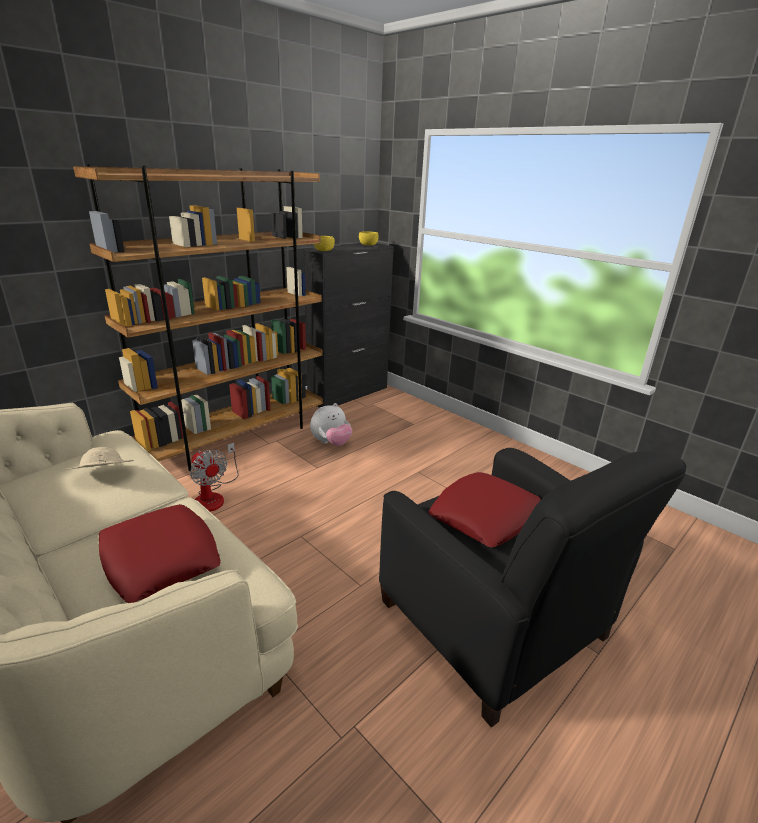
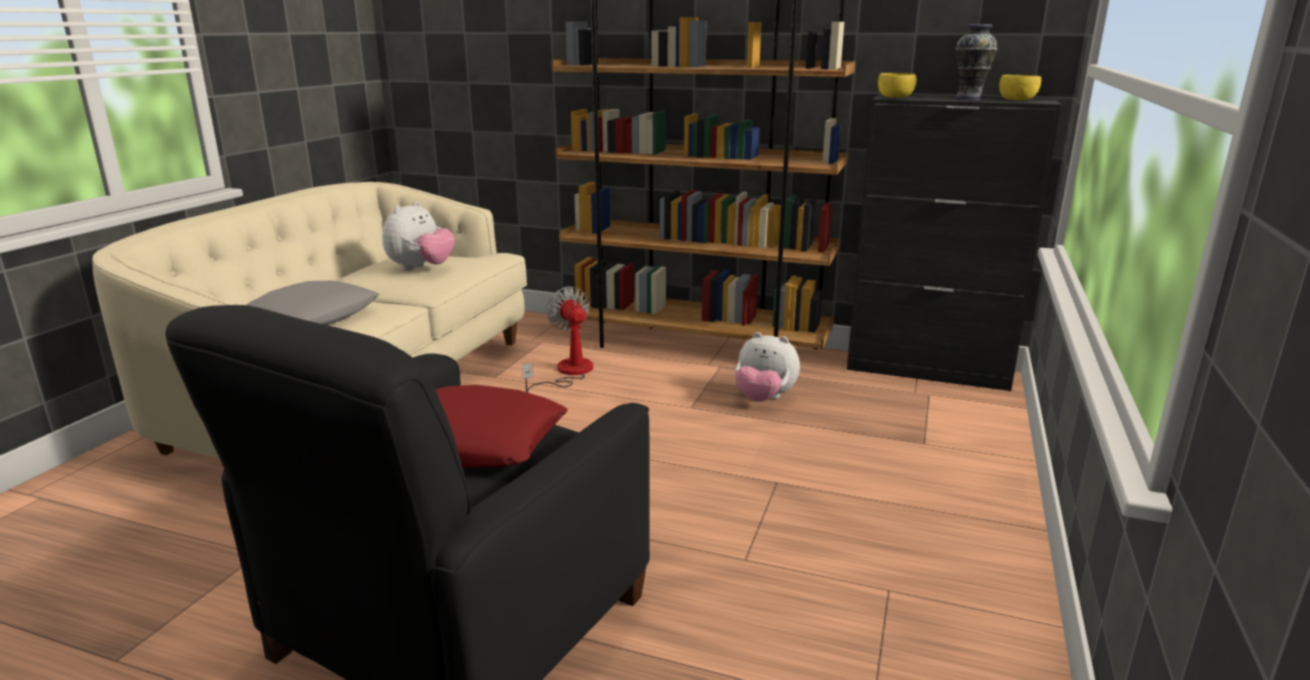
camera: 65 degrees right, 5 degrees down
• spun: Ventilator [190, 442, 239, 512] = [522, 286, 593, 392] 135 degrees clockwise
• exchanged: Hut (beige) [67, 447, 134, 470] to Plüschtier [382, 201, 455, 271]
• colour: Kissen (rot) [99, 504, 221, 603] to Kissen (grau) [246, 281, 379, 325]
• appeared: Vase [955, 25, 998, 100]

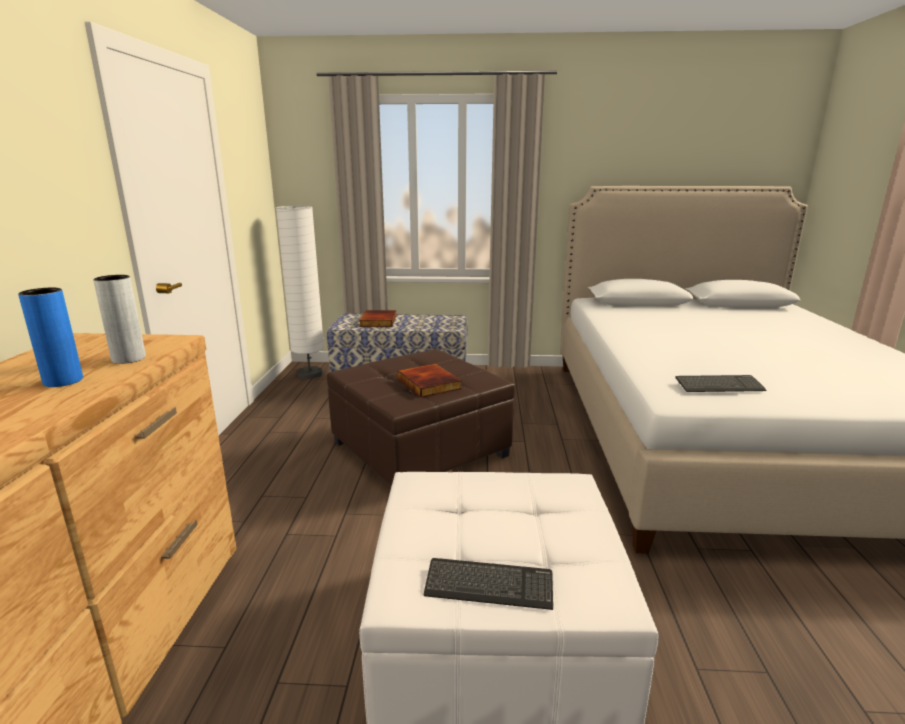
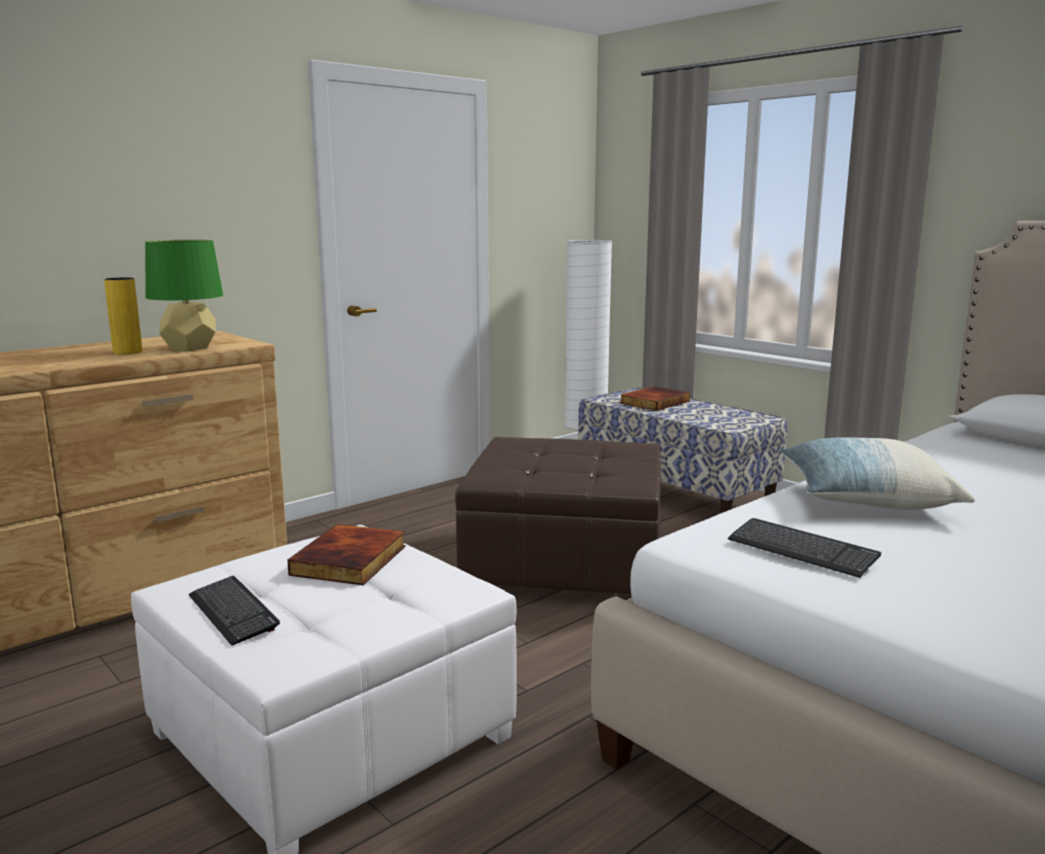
camera: 45 degrees right, 5 degrees down
• exchanged: Vase (grau) [93, 275, 146, 364] to Tischlampe (grün) [145, 240, 223, 351]
• colour: Vase (blau) [18, 288, 83, 387] to Vase (gelb) [104, 277, 142, 354]
• relocated: Buch [398, 364, 462, 398] to [287, 524, 406, 585]
• appeared: Kissen [780, 437, 975, 510]

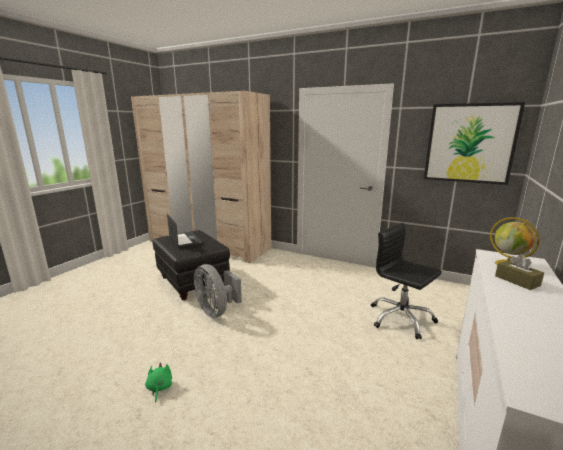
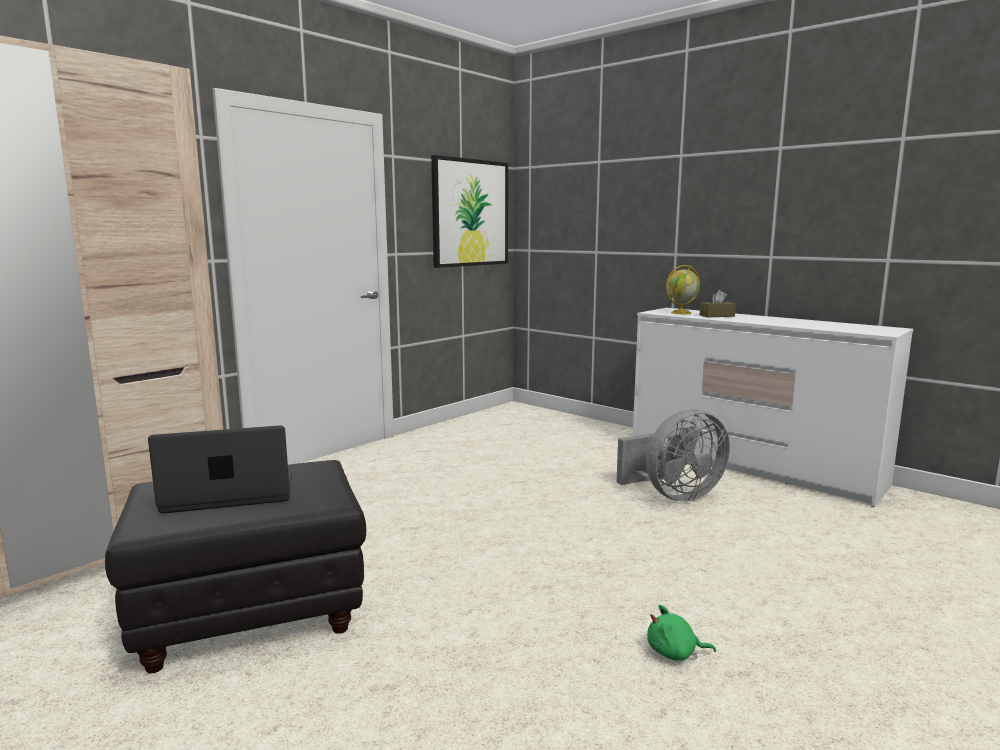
camera: 75 degrees left, 5 degrees down
• missing: Bürostuhl (schwarz) [371, 223, 442, 339]
• relocated: Ventilator (grau) [194, 264, 242, 318] to [616, 409, 730, 502]

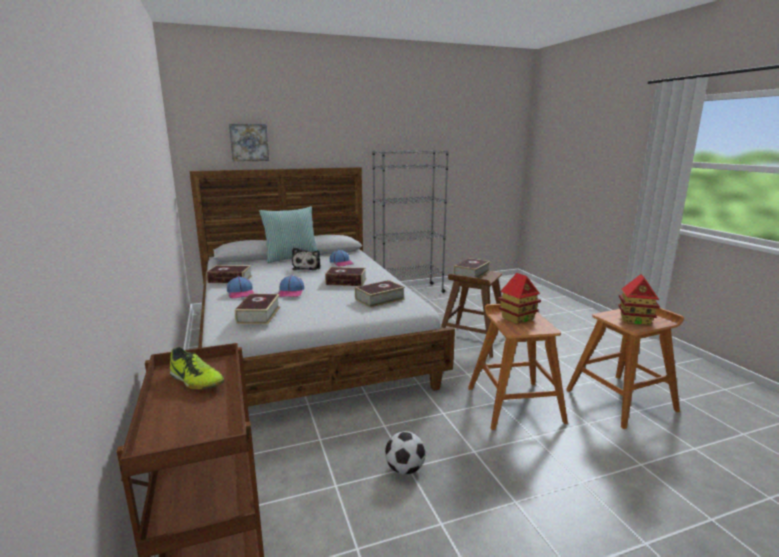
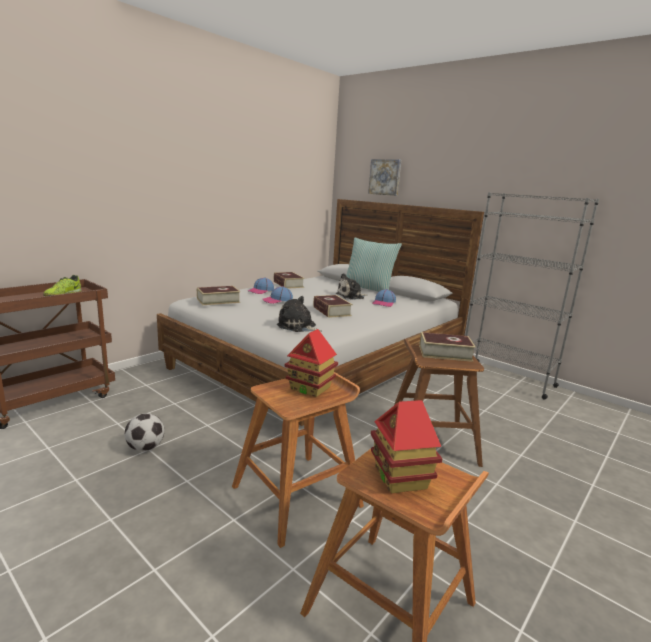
camera: 60 degrees right, 0 degrees up
• exchanged: Buch [355, 280, 405, 308] to Plüschtier [277, 296, 322, 332]

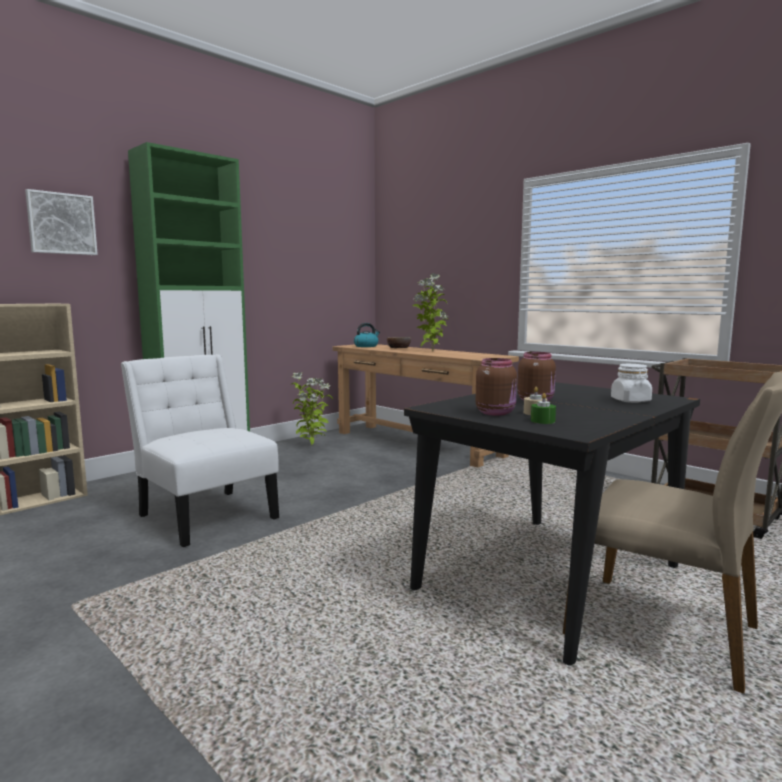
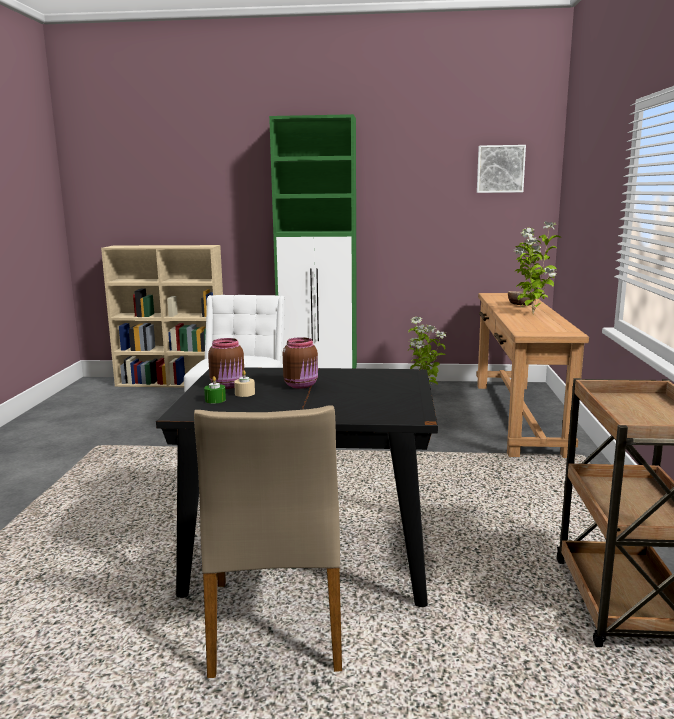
camera: 50 degrees right, 5 degrees up
• relocated: Bild [25, 189, 98, 255] to [477, 145, 526, 193]
• missing: Wasserkessel [354, 323, 380, 347]
• missing: Vorratsglas (weiß) [611, 364, 652, 403]

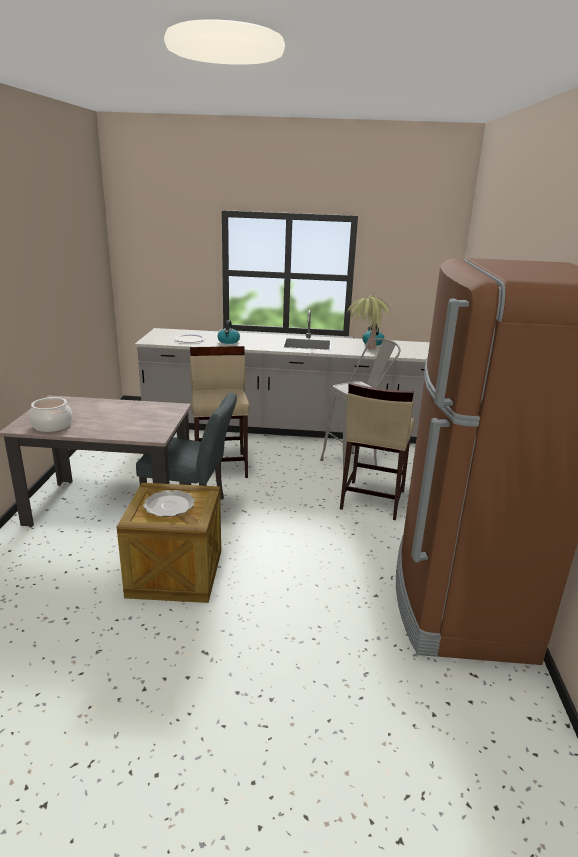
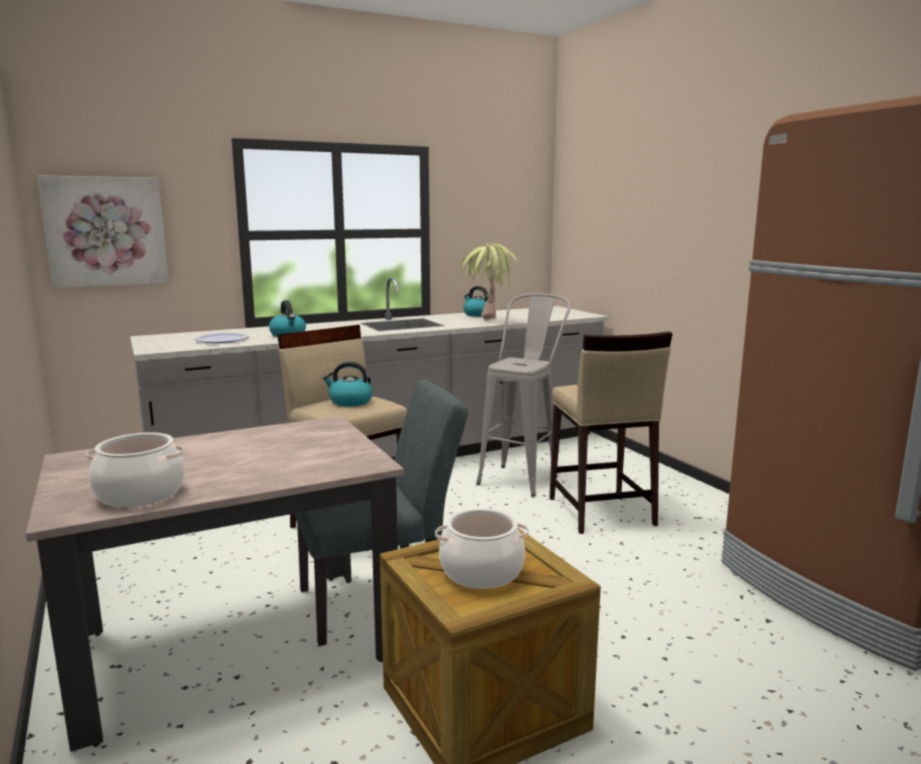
camera: 30 degrees left, 10 degrees down
• exchanged: Teller [143, 490, 195, 517] to Kochtopf [435, 508, 529, 589]
• appeared: Bild [37, 175, 169, 288]
• appeared: Wasserkessel [323, 361, 373, 406]

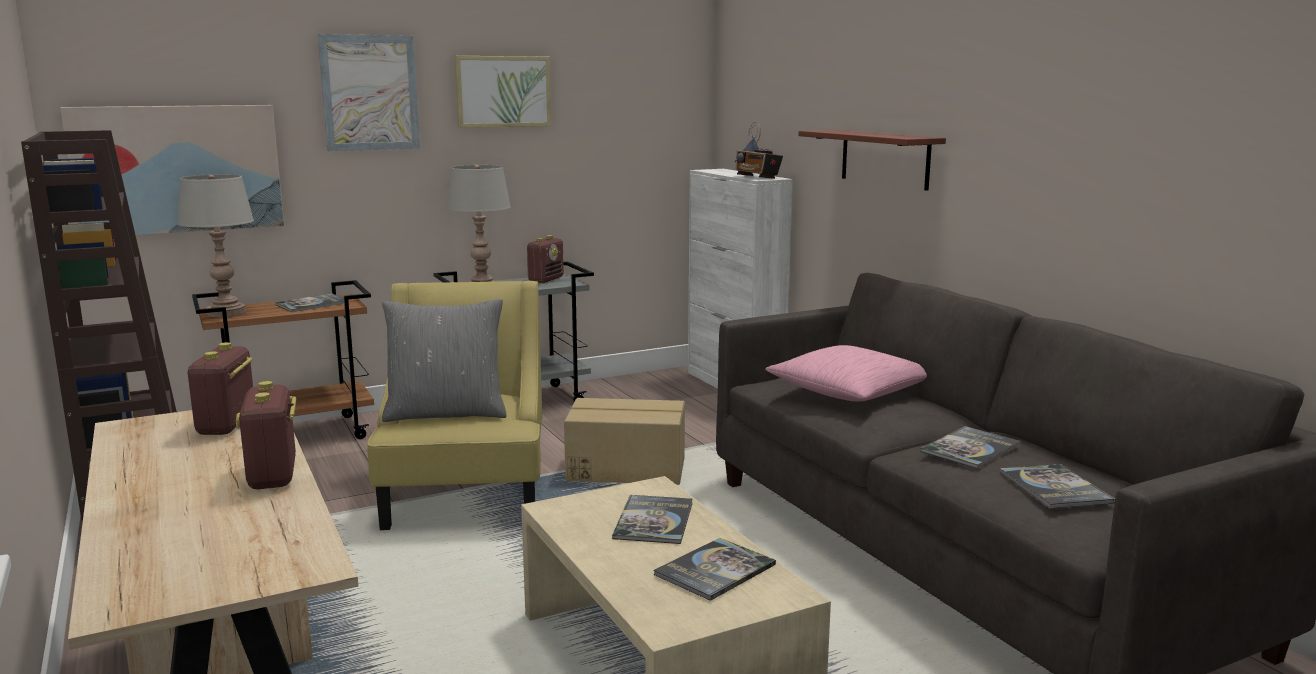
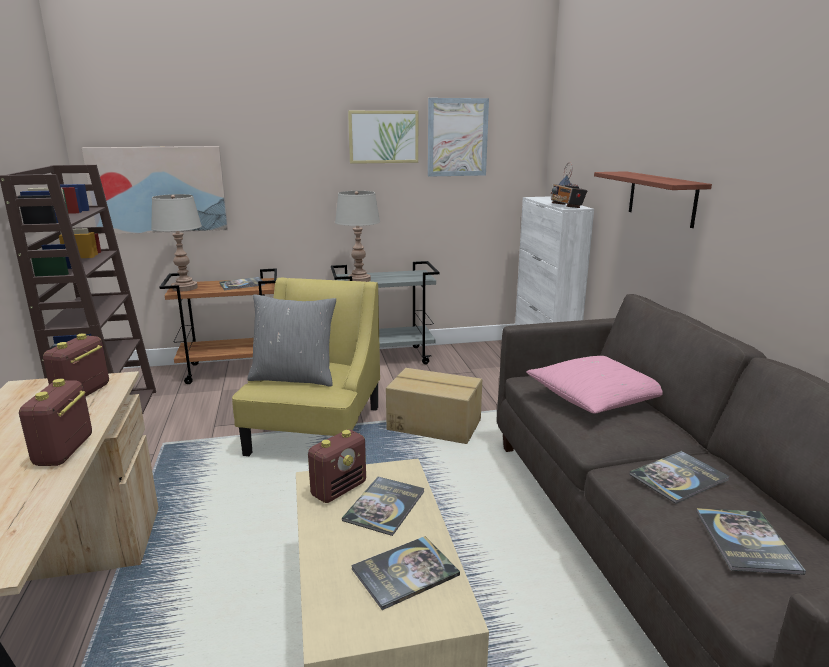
camera: 15 degrees right, 5 degrees up
• relocated: Bild [318, 34, 420, 151] to [428, 98, 489, 177]
• relocated: Radio [527, 235, 564, 283] to [308, 429, 366, 503]

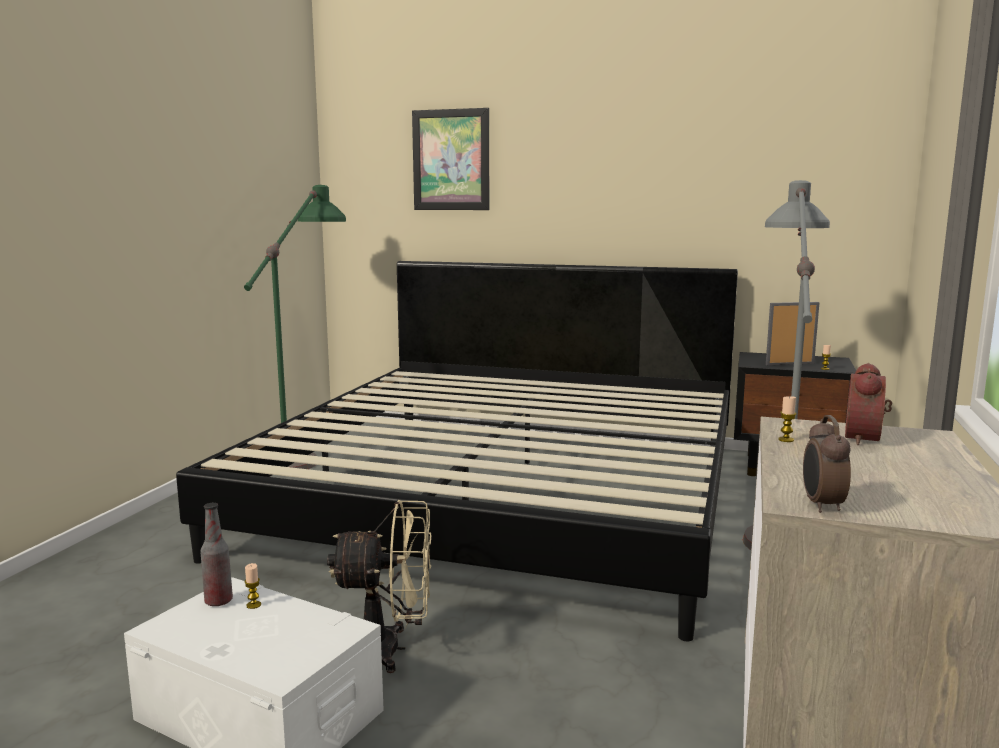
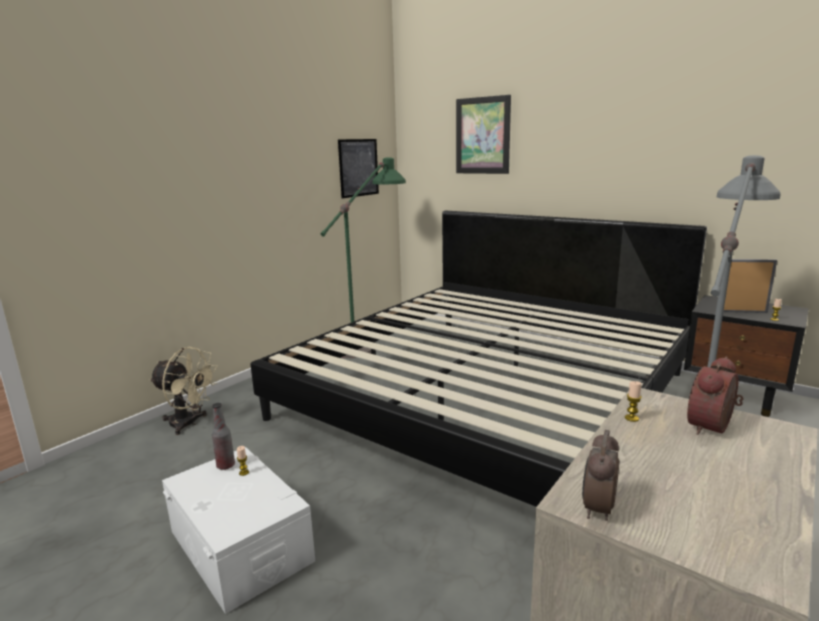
camera: 20 degrees right, 5 degrees up
• relocated: Ventilator (beige) [327, 500, 431, 673] to [149, 347, 218, 435]
• appeared: Bild [338, 139, 379, 198]

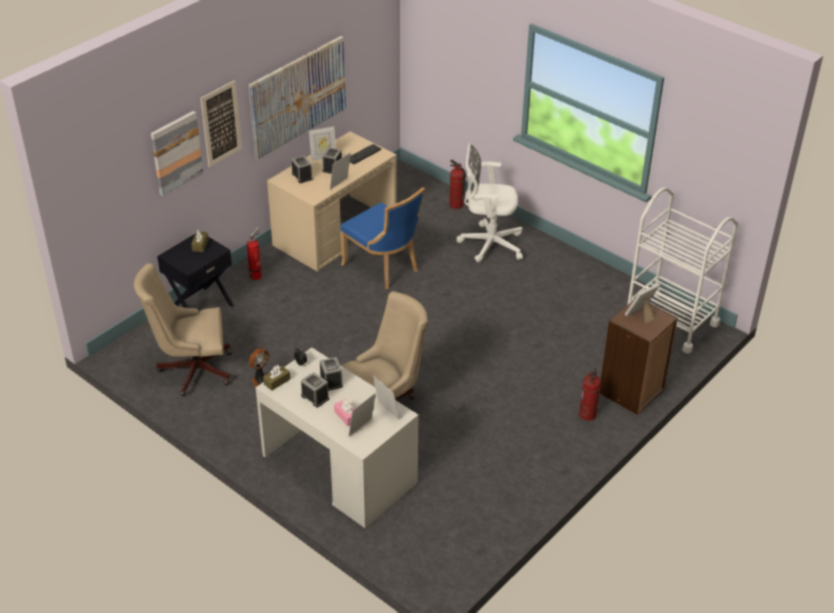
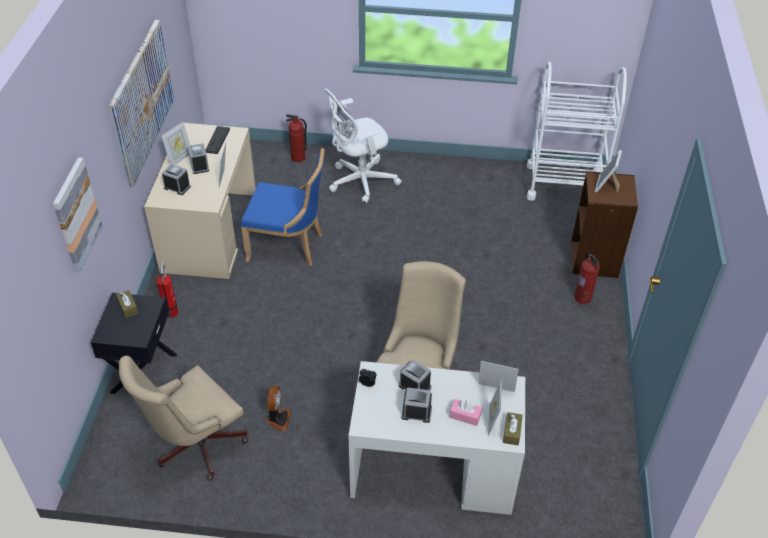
camera: 35 degrees left, 5 degrees up
• missing: Bild [200, 80, 242, 167]
• relocated: Taschentuchbox (braun) [263, 365, 291, 391] to [503, 412, 523, 445]

